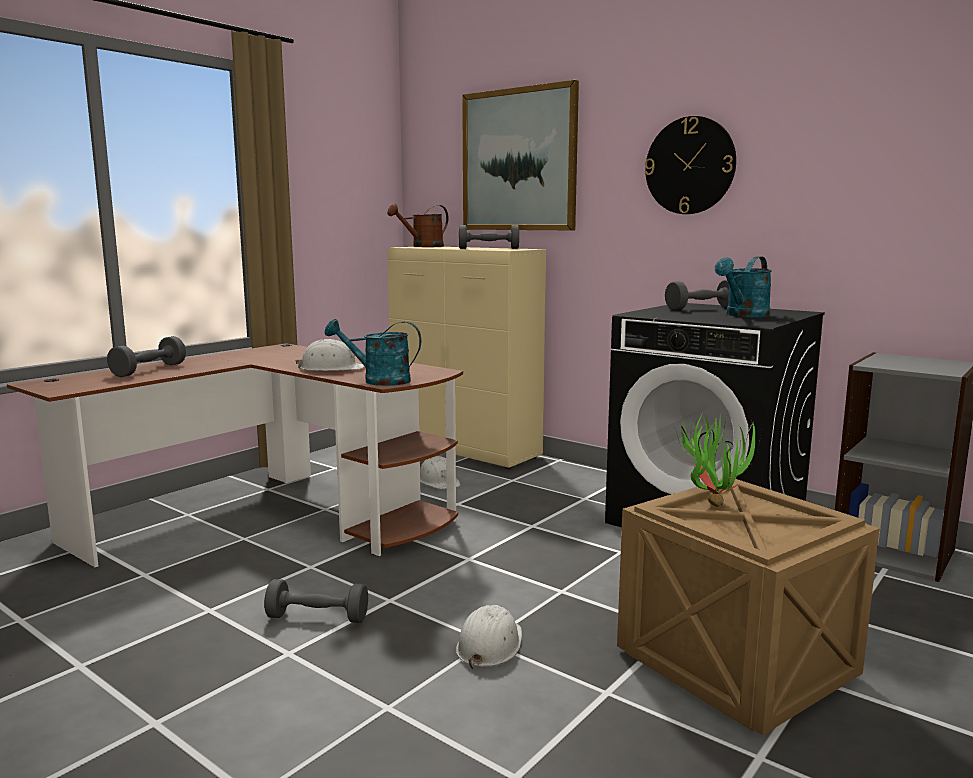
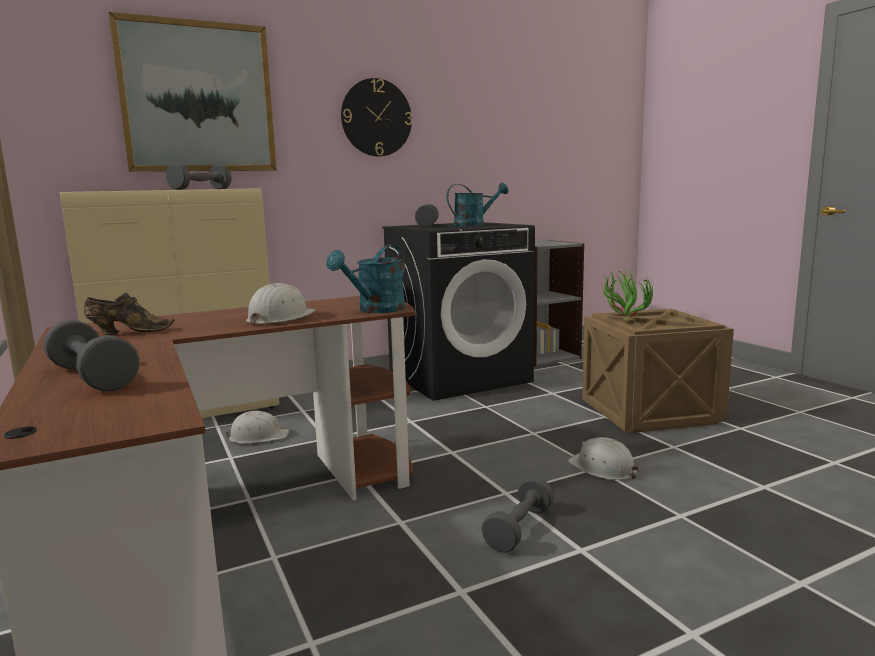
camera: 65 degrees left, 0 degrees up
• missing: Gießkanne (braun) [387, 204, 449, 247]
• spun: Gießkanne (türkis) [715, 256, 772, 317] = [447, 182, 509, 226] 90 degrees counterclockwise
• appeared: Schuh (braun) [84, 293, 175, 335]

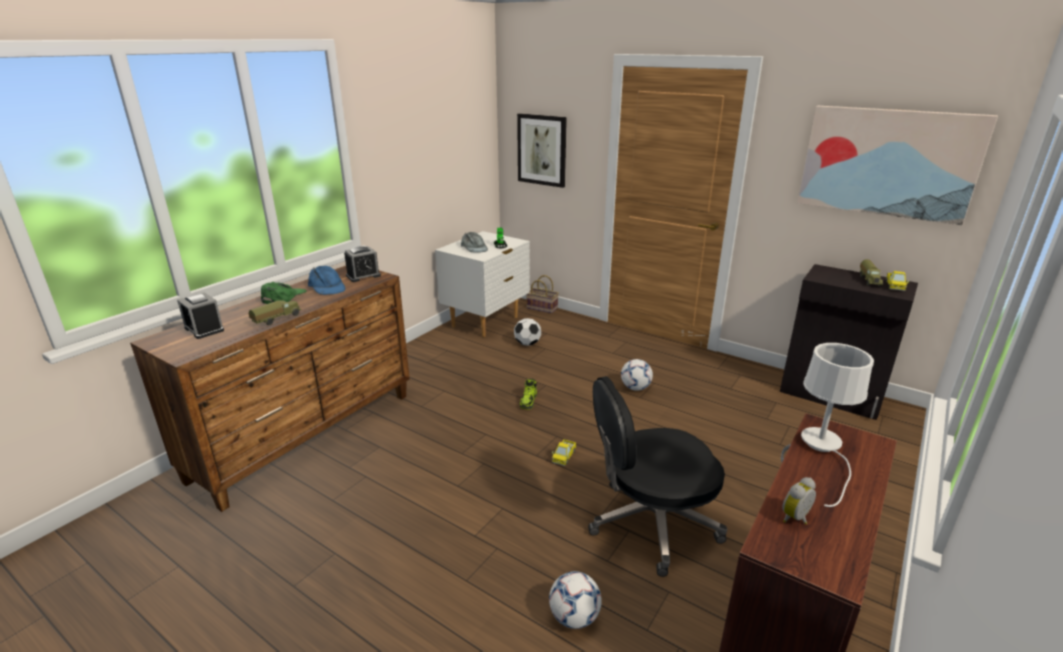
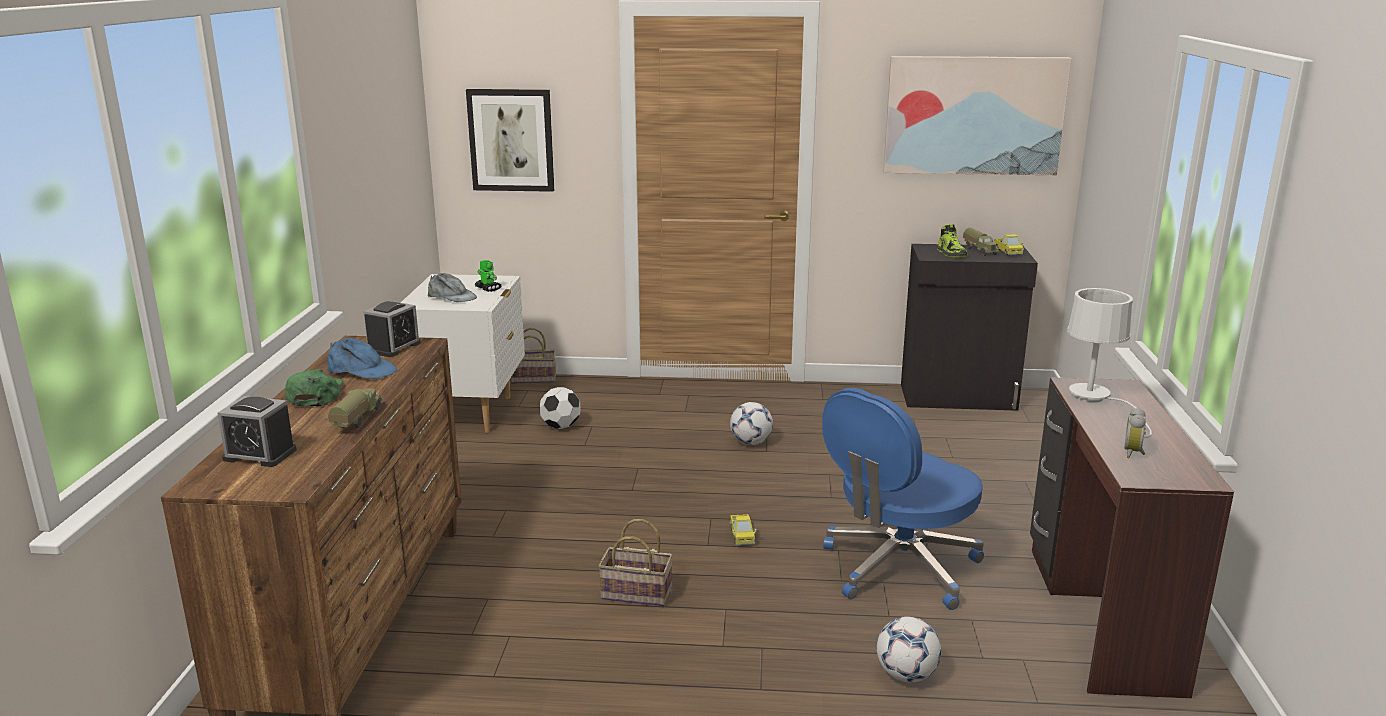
camera: 30 degrees left, 5 degrees down
• colour: Bürostuhl (schwarz) [588, 376, 727, 577] to Bürostuhl (blau) [822, 388, 984, 610]
• relocated: Schuh [520, 379, 537, 410] to [937, 224, 967, 257]
• appeared: Korb [598, 519, 673, 607]

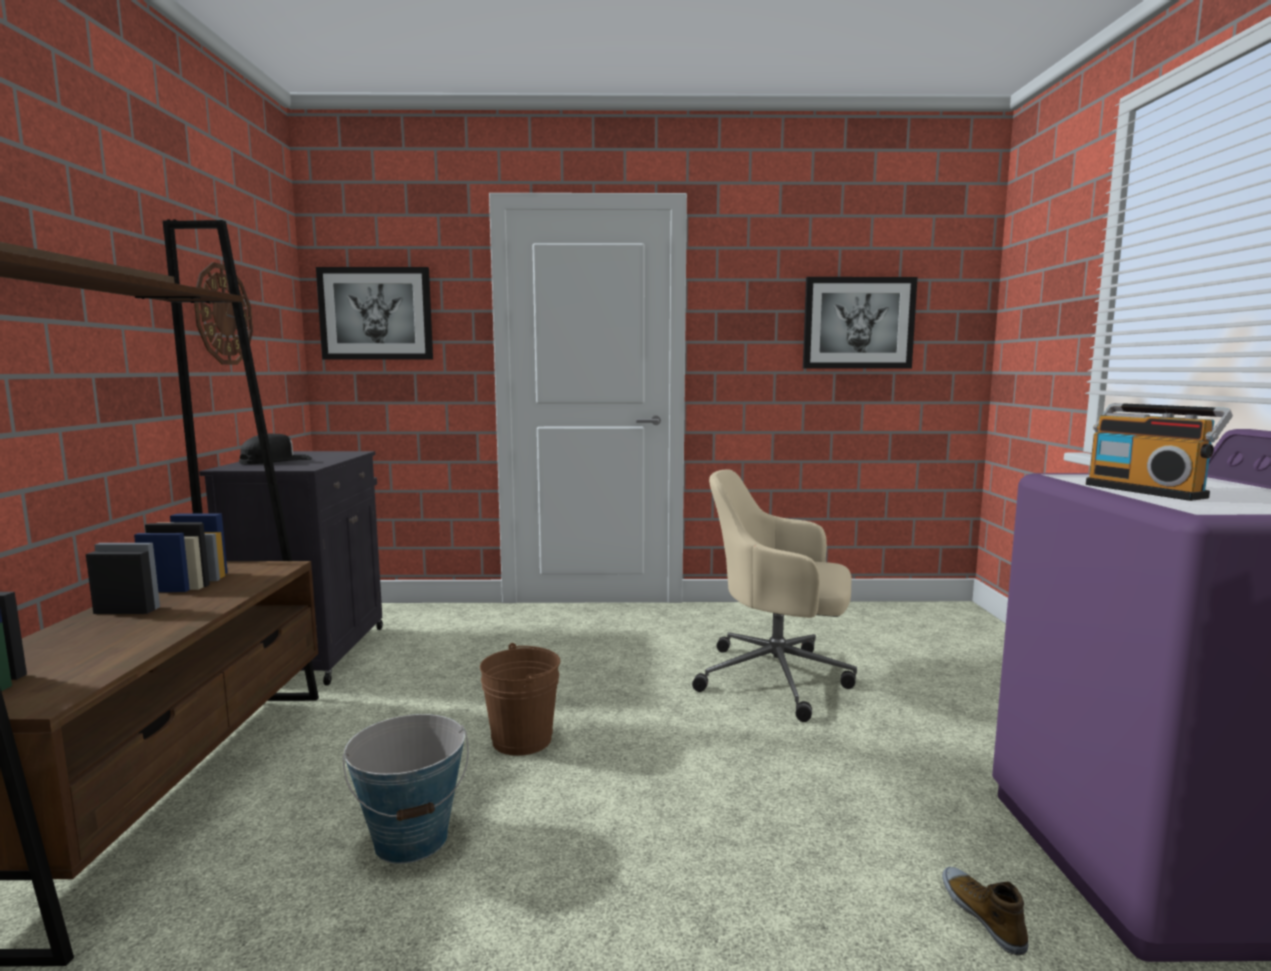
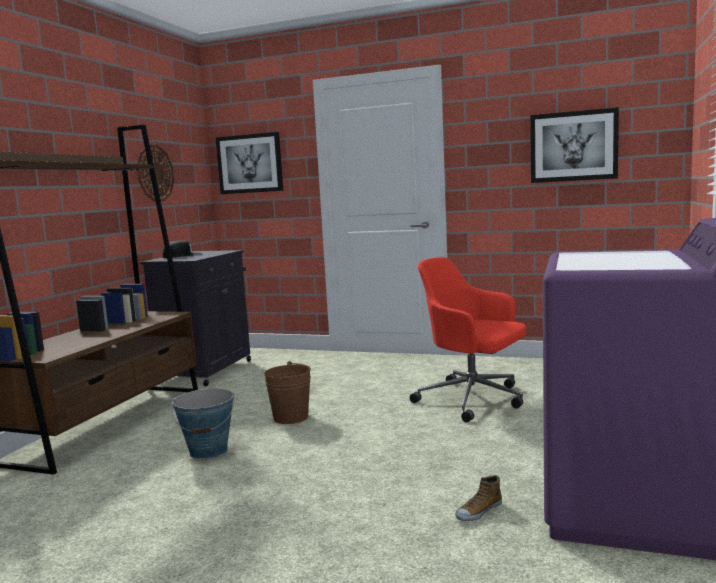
camera: 20 degrees right, 0 degrees up
• missing: Radio [1086, 403, 1233, 501]
• colour: Bürostuhl (beige) [692, 470, 857, 722] to Bürostuhl (rot) [410, 257, 526, 422]
• spun: Schuh [942, 867, 1028, 956] = [455, 475, 502, 521] 135 degrees counterclockwise

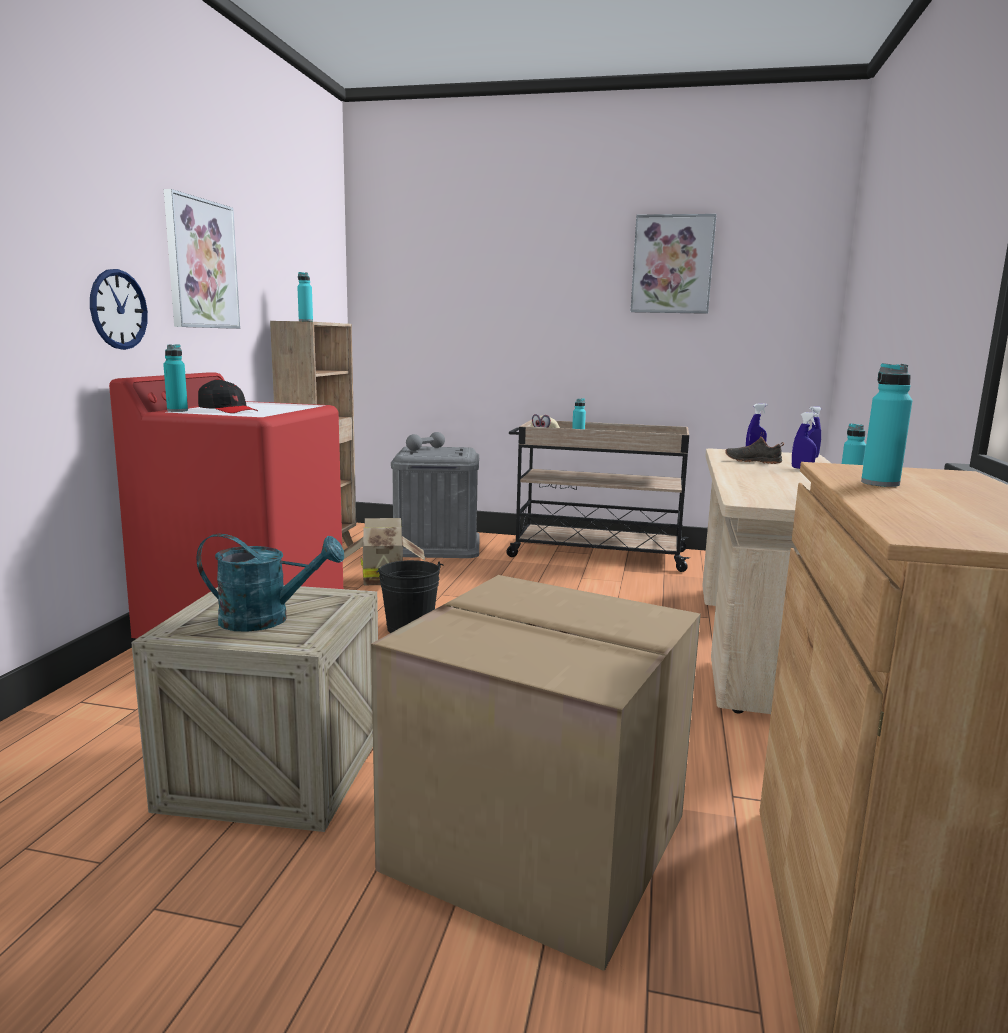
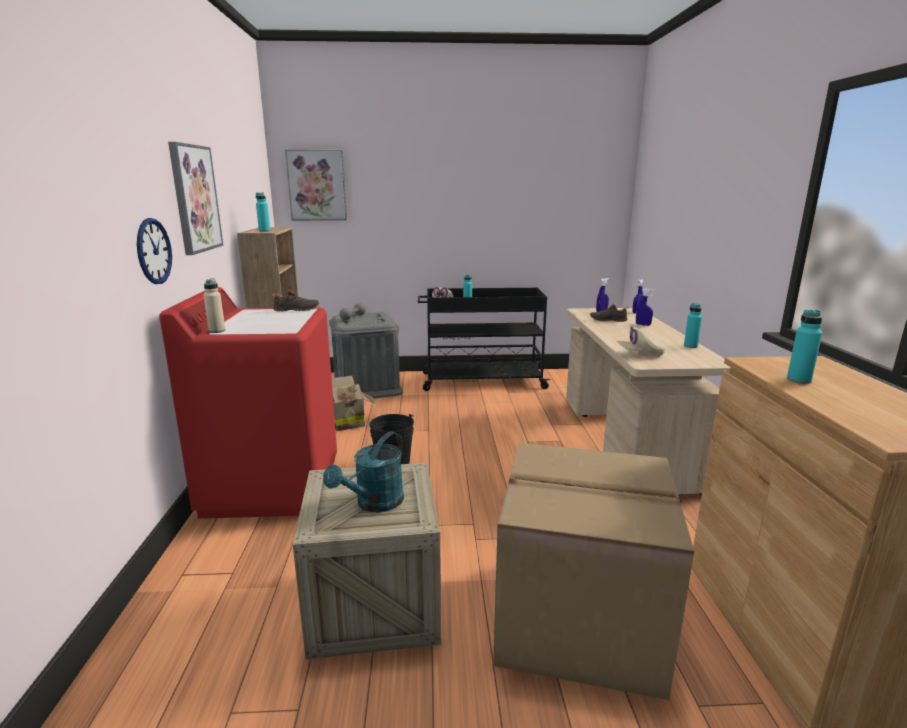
camera: 15 degrees left, 5 degrees up
• relocated: Bild [630, 214, 717, 314] to [285, 150, 347, 221]
• colour: Flasche (türkis) [163, 344, 188, 412] to Flasche (beige) [203, 278, 225, 333]
• missing: Kappe (schwarz) [198, 379, 258, 413]
• colour: Rollwagen (beige) [506, 420, 690, 572] to Rollwagen (schwarz) [418, 288, 551, 391]
• spun: Gießkanne (türkis) [197, 534, 344, 632] = [323, 431, 404, 513] 135 degrees clockwise
• appeared: Schuh (schwarz) [272, 286, 319, 312]
• appeared: Kappe (beige) [617, 326, 665, 356]

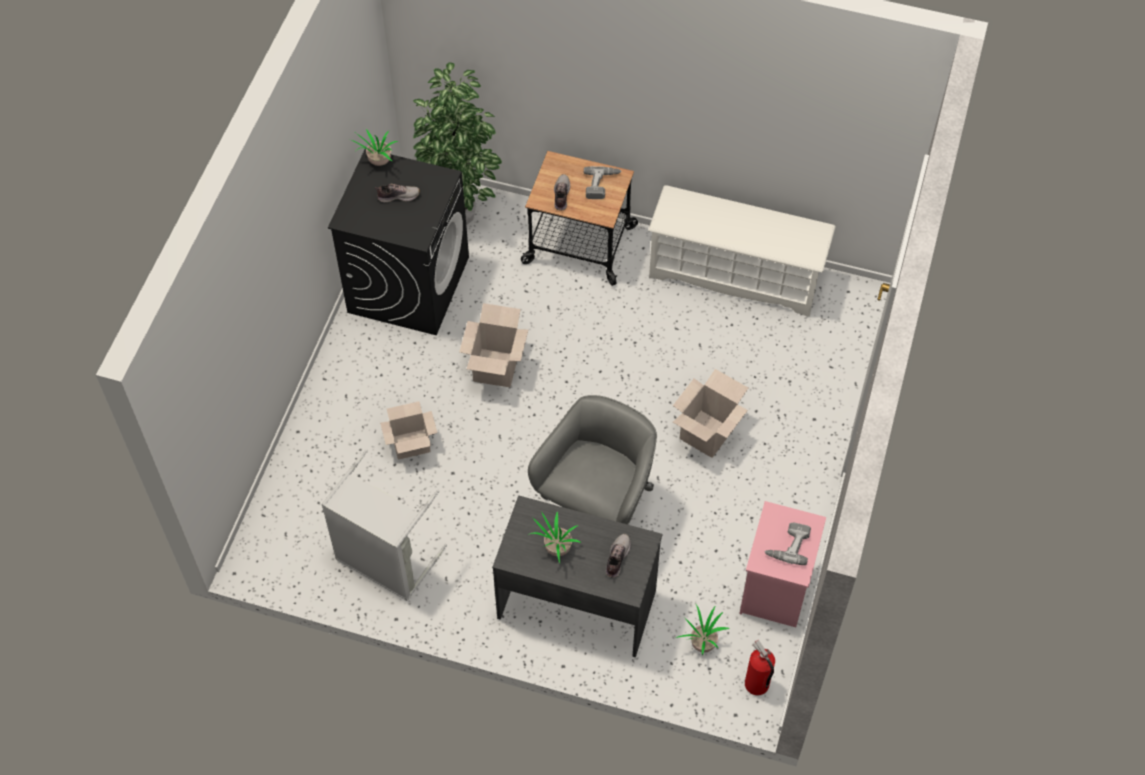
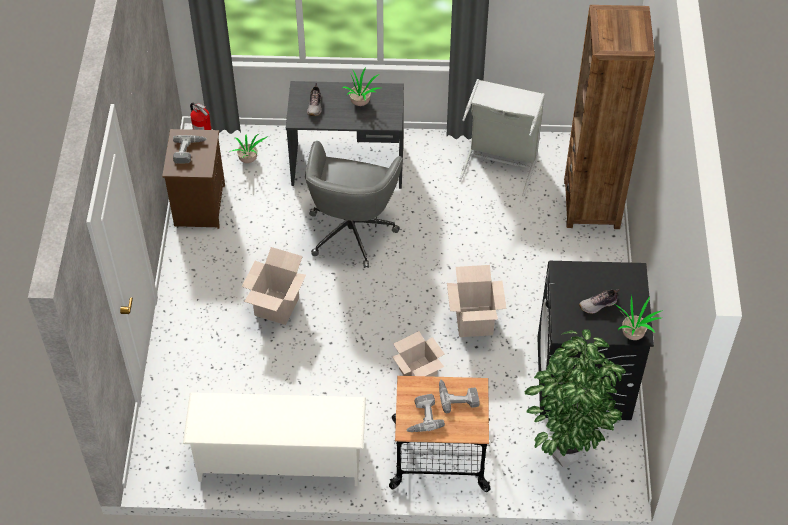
camera: 165 degrees right, 5 degrees down
• exchanged: Schuh [554, 174, 570, 210] to Bohrmaschine [439, 380, 480, 413]
• relocated: Karton [380, 401, 437, 460] to [393, 331, 445, 377]
• colour: Nachttisch (rosa) [739, 501, 826, 627] to Nachttisch (braun) [162, 129, 225, 229]
• appeared: Bücherregal (braun) [564, 5, 655, 229]

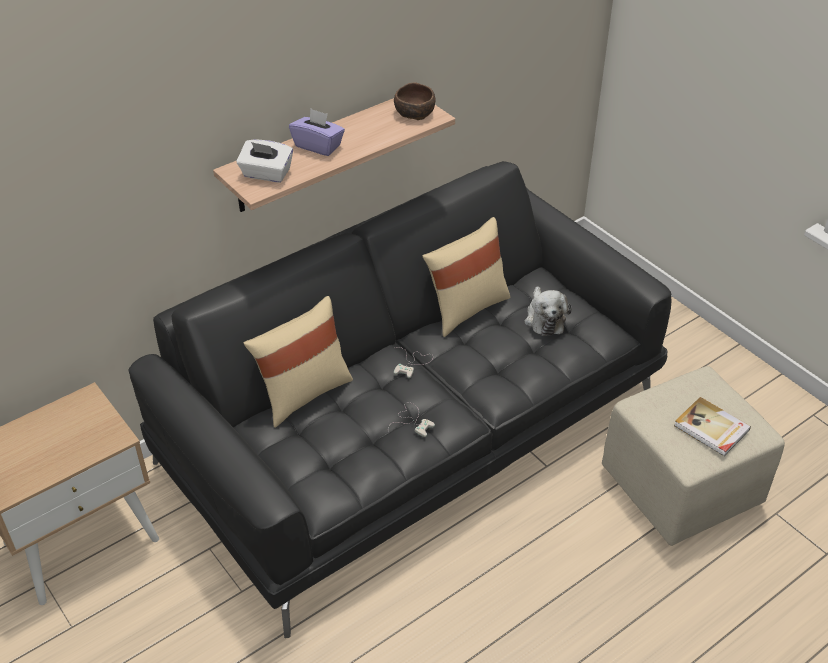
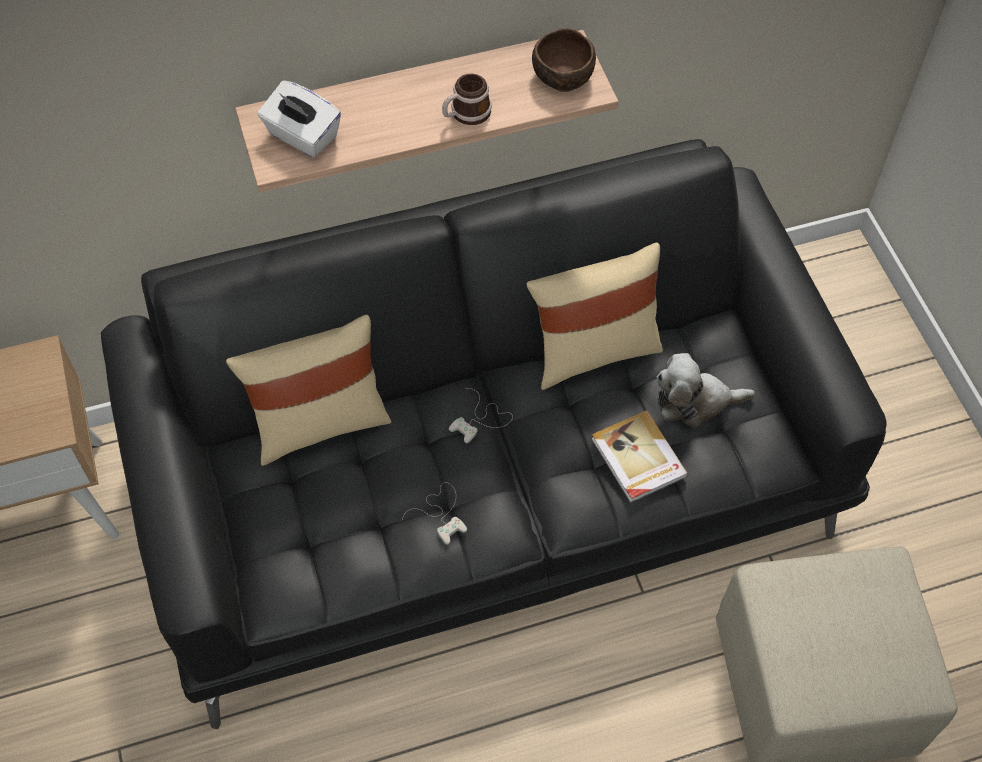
camera: 20 degrees right, 15 degrees up
• missing: Taschentuchbox (lila) [289, 108, 345, 156]
• spun: Plüschtier [524, 286, 571, 336] = [657, 353, 755, 427] 75 degrees clockwise
• relocated: Buch [674, 397, 751, 456] to [591, 411, 688, 503]
• appeared: Henkelbecher [442, 74, 492, 125]

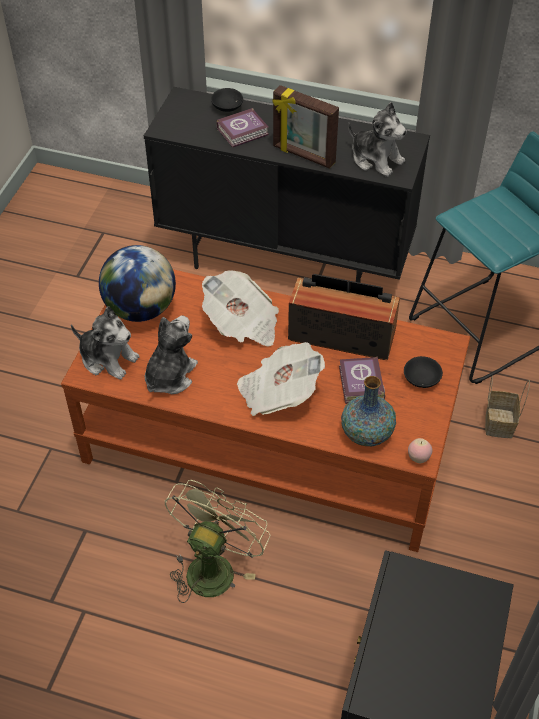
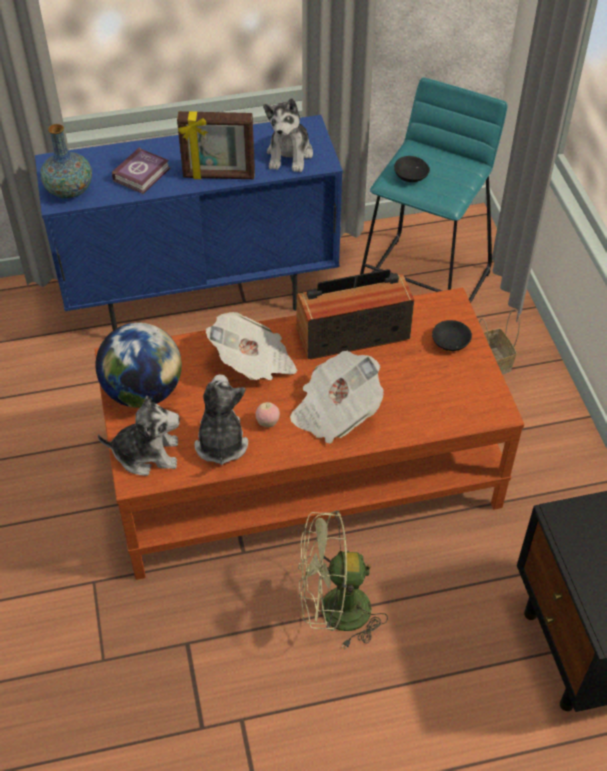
camera: 30 degrees left, 0 degrees up
• colour: Schrank (schwarz) [144, 87, 430, 283] to Schrank (blau) [35, 115, 343, 330]
• relocated: Schüssel (schwarz) [211, 88, 243, 112] to [394, 156, 430, 182]
• spun: Plüschtier [348, 102, 407, 177] = [263, 98, 313, 172] 90 degrees clockwise
• missing: Buch [339, 356, 385, 404]
• relocated: Vase [341, 376, 396, 446] to [40, 124, 92, 198]
• relocated: Apfel [408, 438, 433, 463] to [255, 402, 280, 427]
• spun: Ventilator (grün) [164, 480, 270, 603] = [298, 510, 388, 649] 90 degrees counterclockwise

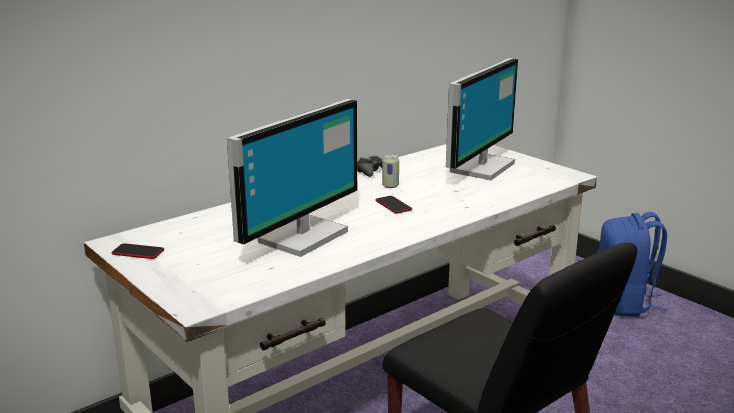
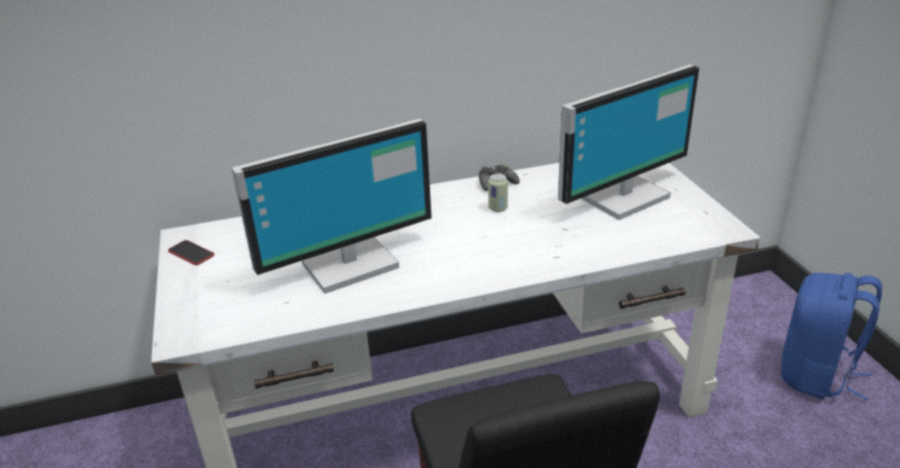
camera: 25 degrees right, 10 degrees up
• missing: Handy [375, 196, 412, 214]

